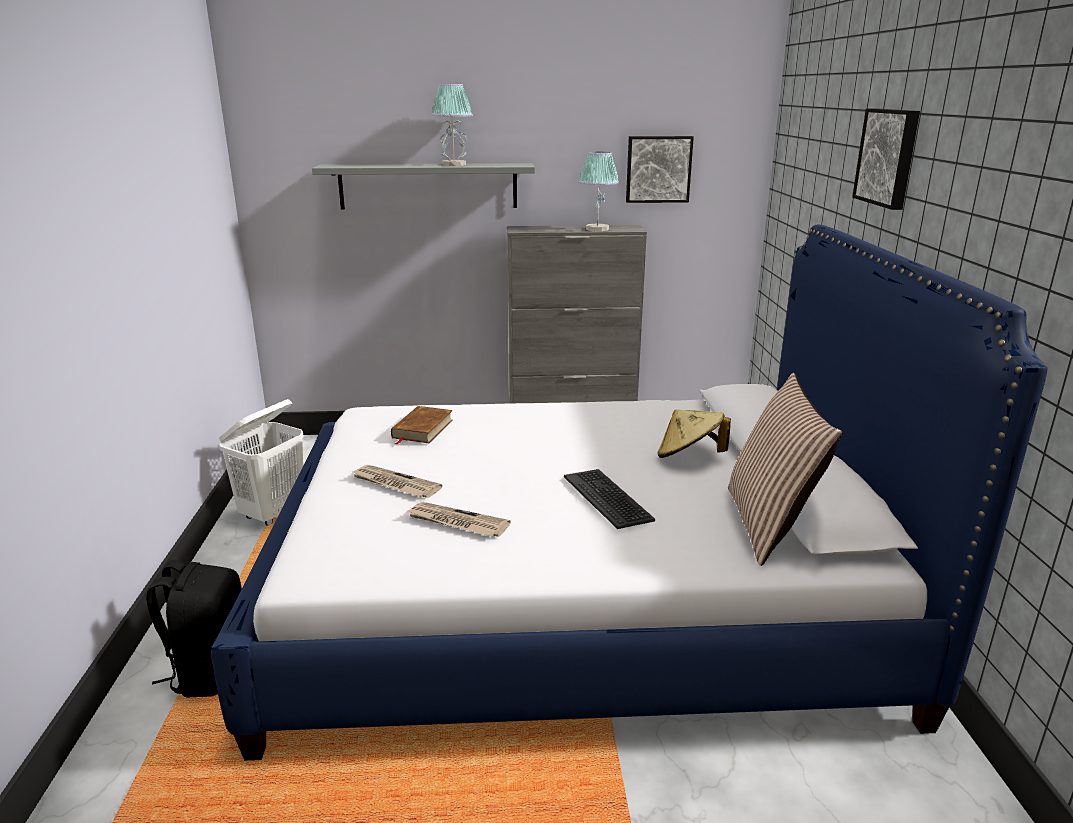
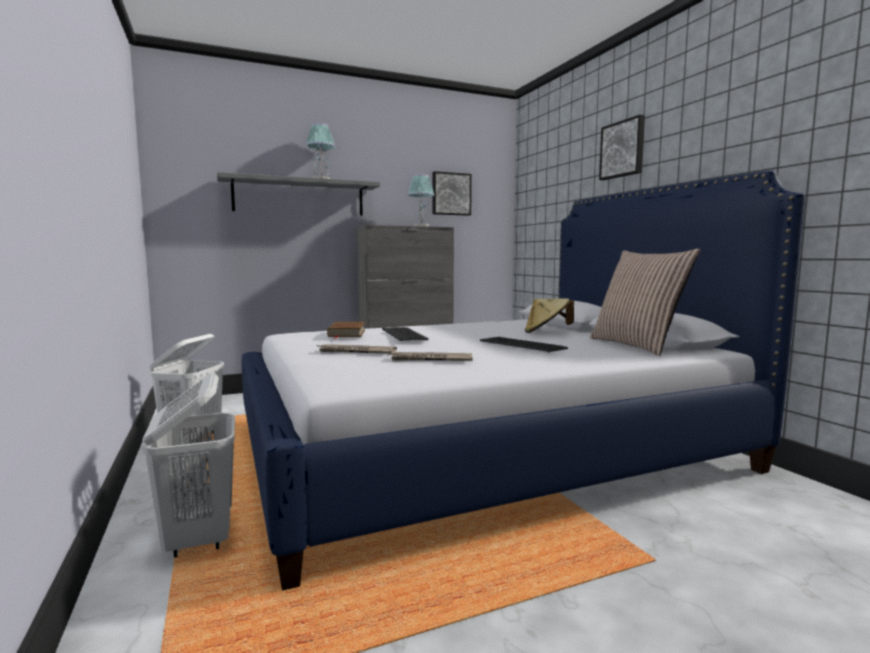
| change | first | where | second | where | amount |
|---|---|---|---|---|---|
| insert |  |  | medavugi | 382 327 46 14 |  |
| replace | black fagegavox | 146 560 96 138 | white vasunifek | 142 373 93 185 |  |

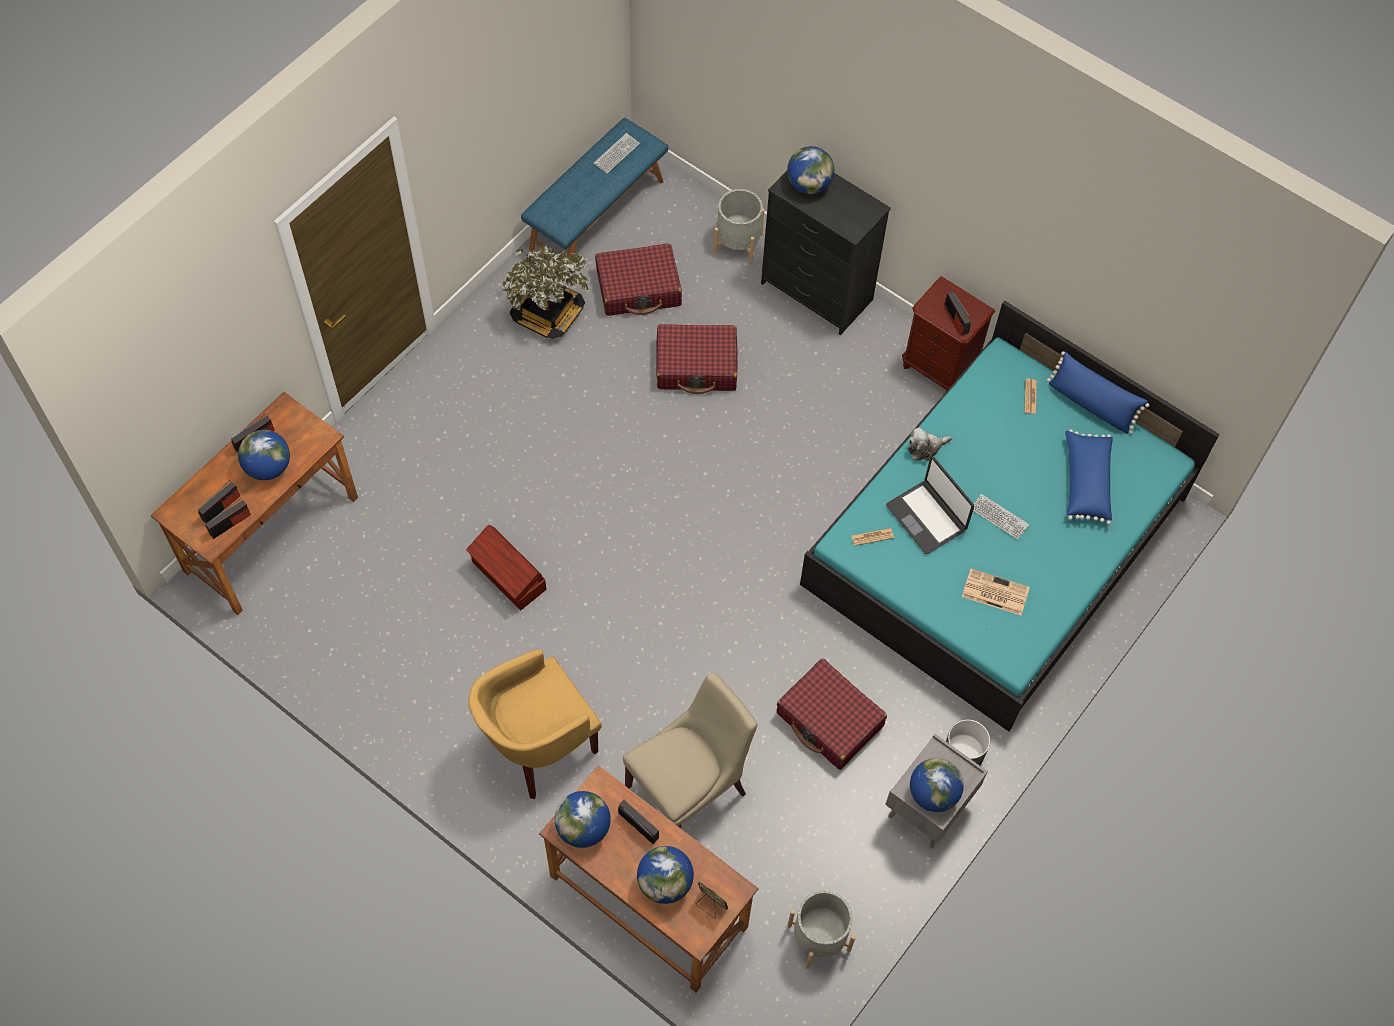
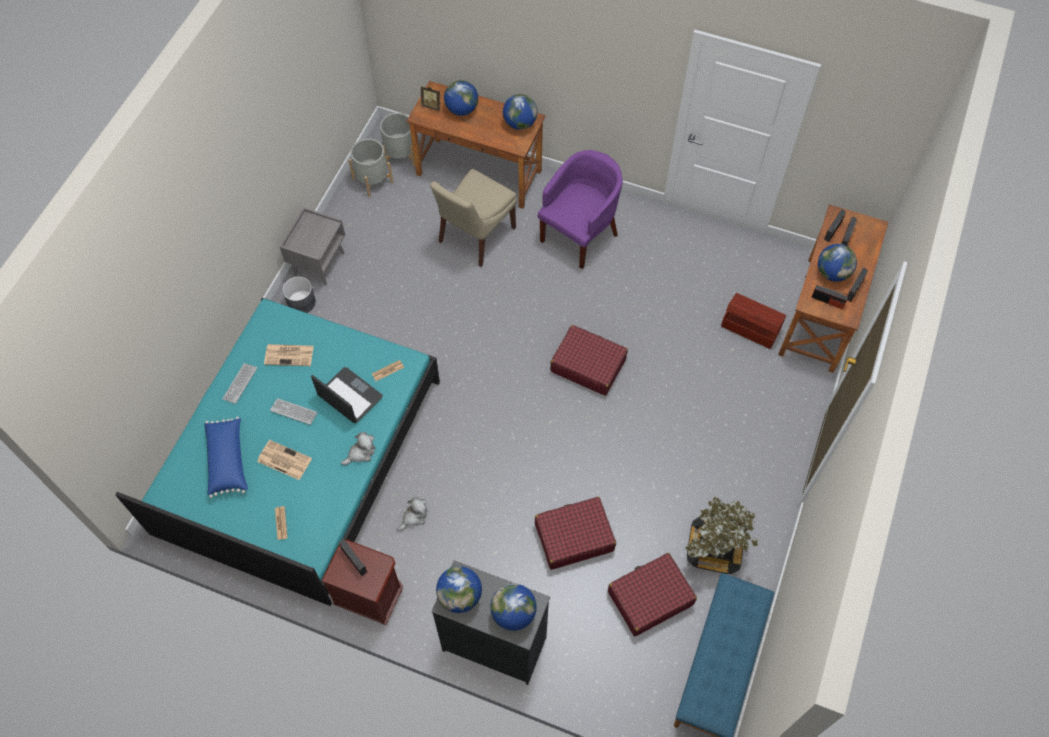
| change | first | where | second | where | amount |
|---|---|---|---|---|---|
| delete | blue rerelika | 1047 351 102 83 |  |  |  |
| insert |  |  | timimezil | 257 440 55 40 |  |
| insert |  |  | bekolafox | 397 497 30 34 |  |
| move | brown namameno | 466 525 80 85 |  | 721 293 65 56 |  |
| move | medavugi | 594 133 46 40 |  | 222 363 35 41 |  |
| move | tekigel | 618 800 41 44 |  | 811 285 37 24 |  |
| move | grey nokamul | 714 189 50 75 |  | 380 113 35 54 |  |
| move | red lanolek | 777 658 110 112 |  | 550 325 78 71 |  |
| move | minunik | 910 758 54 54 |  | 436 566 46 47 |  |
| recolor | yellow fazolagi | 468 649 134 150 | purple fazolagi | 538 150 85 119 |  |

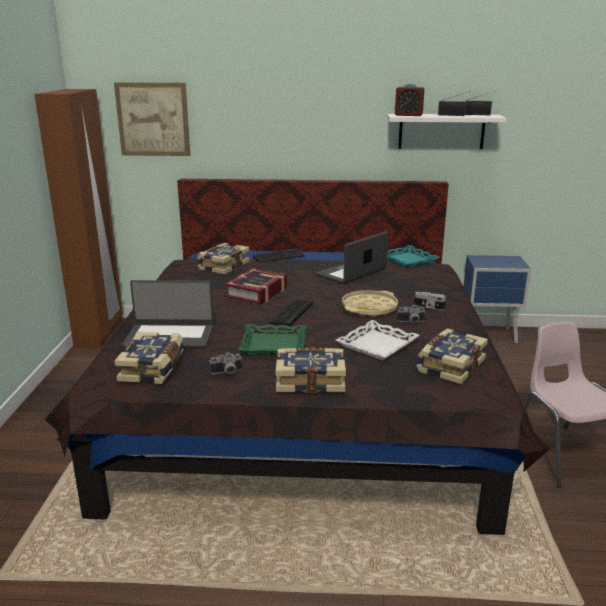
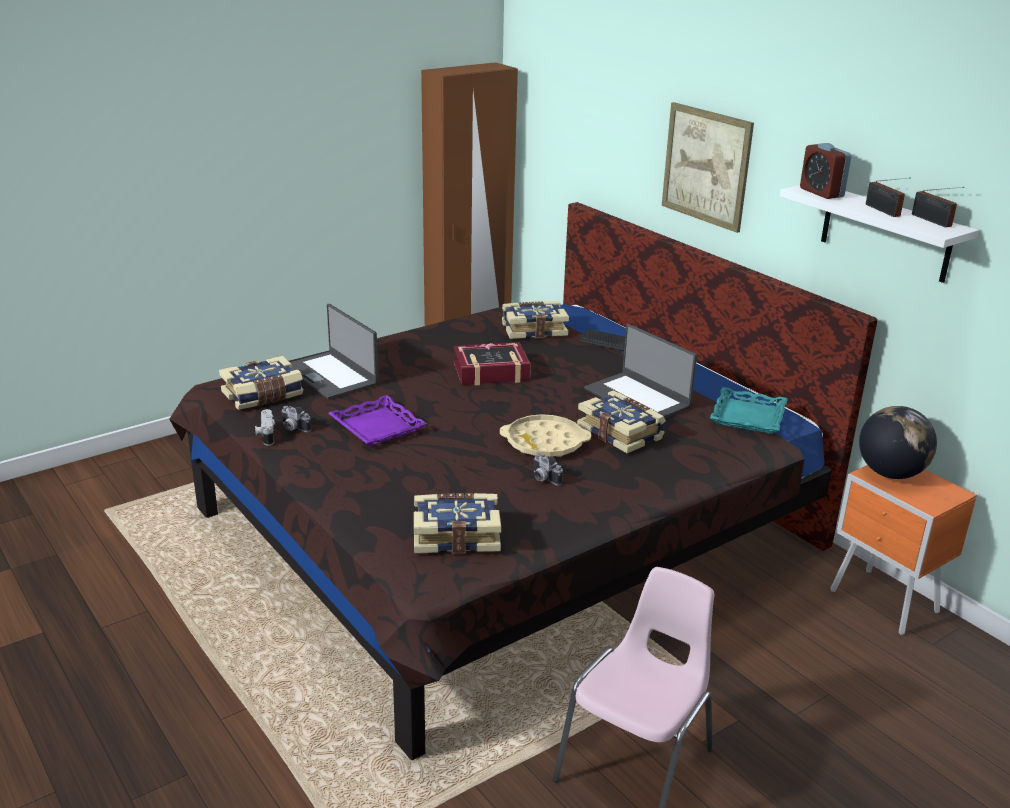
| change | first | where | second | where | amount |
|---|---|---|---|---|---|
| delete | medavugi | 269 299 44 27 |  |  |  |
| delete | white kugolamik | 336 320 84 41 |  |  |  |
| insert |  |  | minunik | 859 406 78 73 |  |
| move | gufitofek | 114 82 76 74 |  | 662 102 92 131 |  |
| move | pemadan | 276 348 70 45 |  | 577 391 89 62 |  |
| move | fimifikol | 414 292 32 18 |  | 255 409 20 37 |  |
| recolor | green kugolamik | 238 324 69 32 | purple kugolamik | 328 395 99 51 |  |
| recolor | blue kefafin | 463 255 68 89 | orange kefafin | 830 465 147 170 |  |
| rotate | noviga | 315 231 73 53 |  | 584 324 113 94 | 135 degrees counterclockwise |

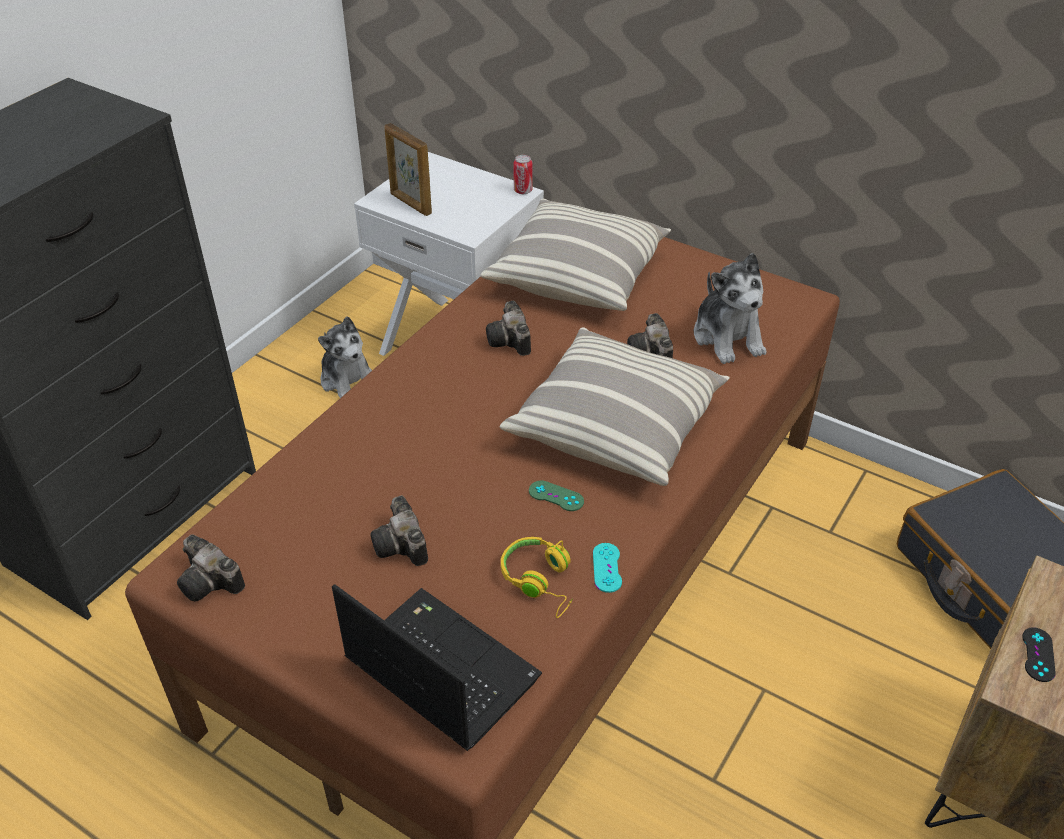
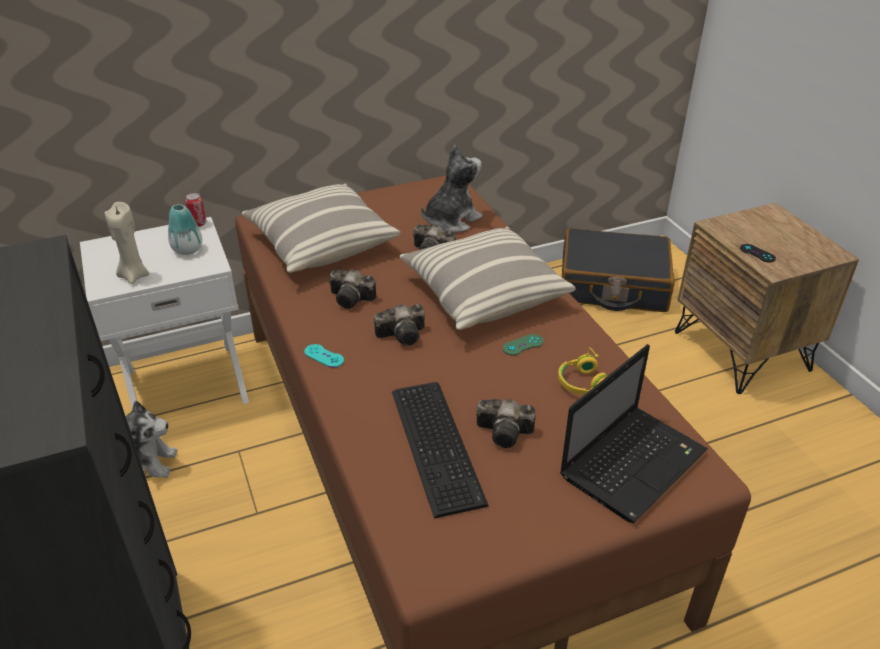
| change | first | where | second | where | amount |
|---|---|---|---|---|---|
| insert |  |  | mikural | 168 204 34 51 |  |
| insert |  |  | medavugi | 392 382 97 137 |  |
| move | fimifikol | 177 535 68 66 |  | 374 304 51 42 |  |
| move | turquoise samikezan | 593 543 29 50 |  | 304 344 40 24 |  |
| replace | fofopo | 384 123 48 93 | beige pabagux | 105 202 44 82 |  |
| rotate | noviga | 332 584 210 167 |  | 560 344 148 179 | 150 degrees clockwise |
| rotate | bekolafox | 694 253 72 111 |  | 421 145 61 88 | 60 degrees counterclockwise |

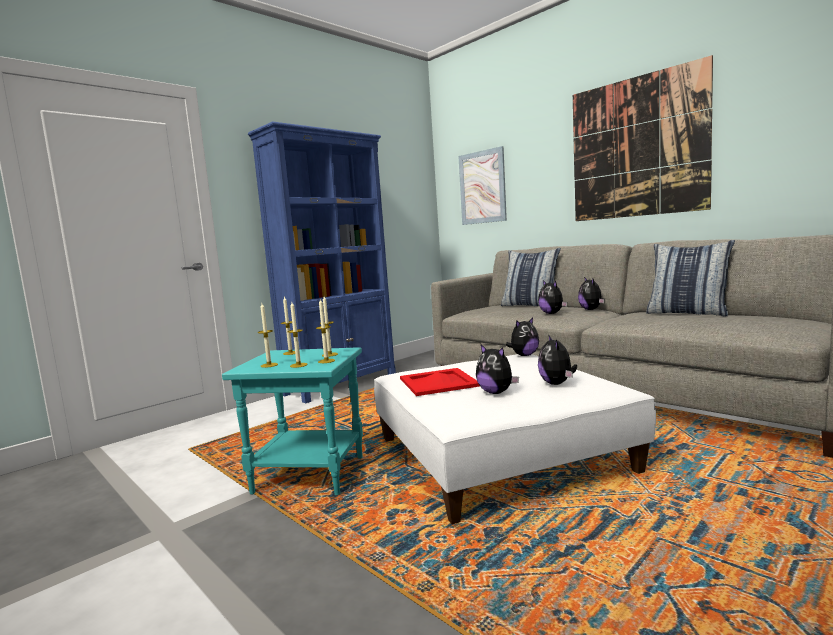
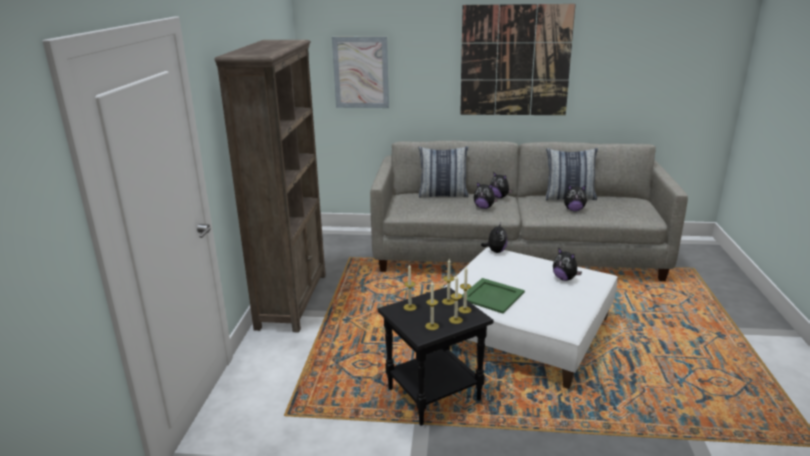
| change | first | where | second | where | amount |
|---|---|---|---|---|---|
| move | bekolafox | 476 345 43 49 |  | 564 185 23 26 |  |
| recolor | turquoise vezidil | 222 347 141 148 | black vezidil | 378 287 115 139 |  |
| recolor | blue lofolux | 248 121 148 282 | brown lofolux | 215 40 111 292 |  |
| recolor | red kugolamik | 400 368 80 28 | green kugolamik | 462 278 63 36 |  |

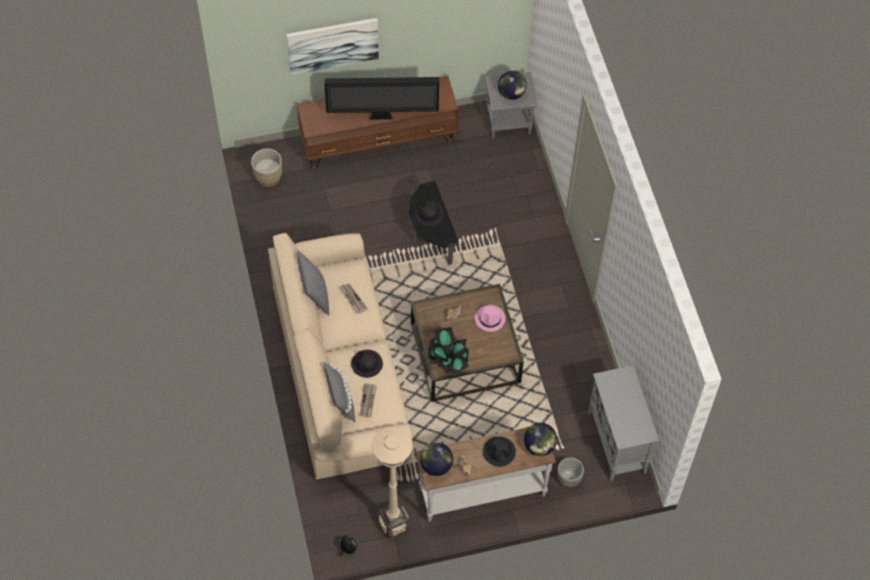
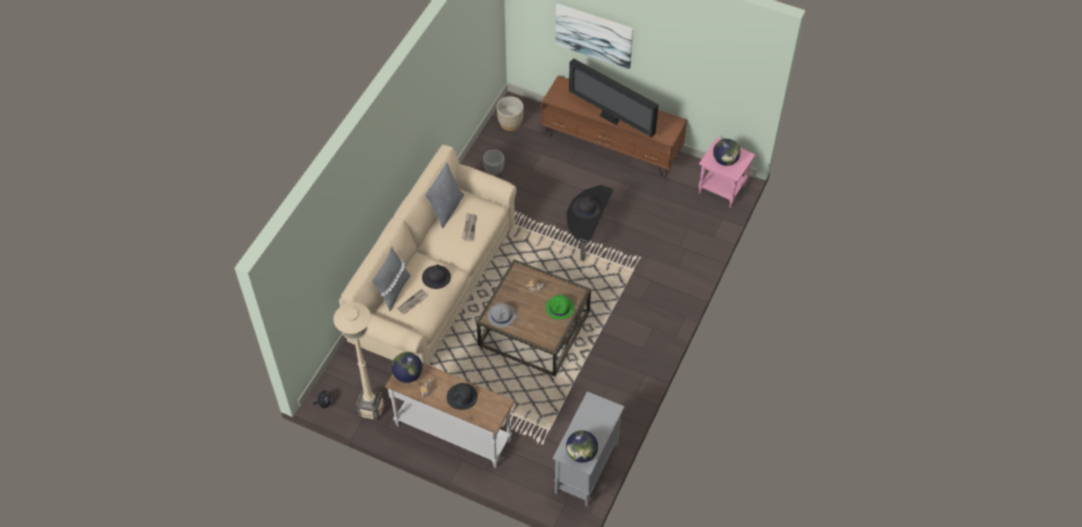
| change | first | where | second | where | amount |
|---|---|---|---|---|---|
| move | minunik | 524 423 33 33 |  | 566 430 32 33 |  |
| move | nokamul | 557 457 27 30 |  | 483 150 21 25 |  |
| replace | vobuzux | 428 327 41 49 | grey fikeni | 487 303 29 25 |  |
| recolor | pink fikeni | 475 305 31 27 | green fikeni | 546 295 28 25 |  |
| recolor | grey vezidil | 485 72 53 66 | pink vezidil | 698 138 57 70 |  |

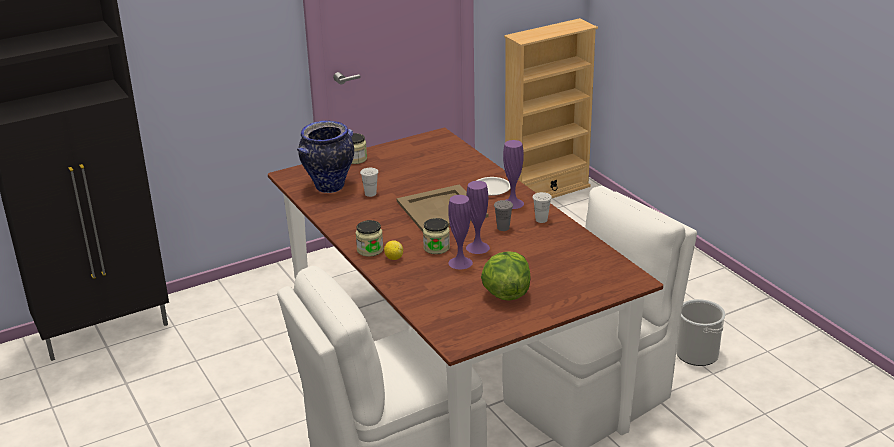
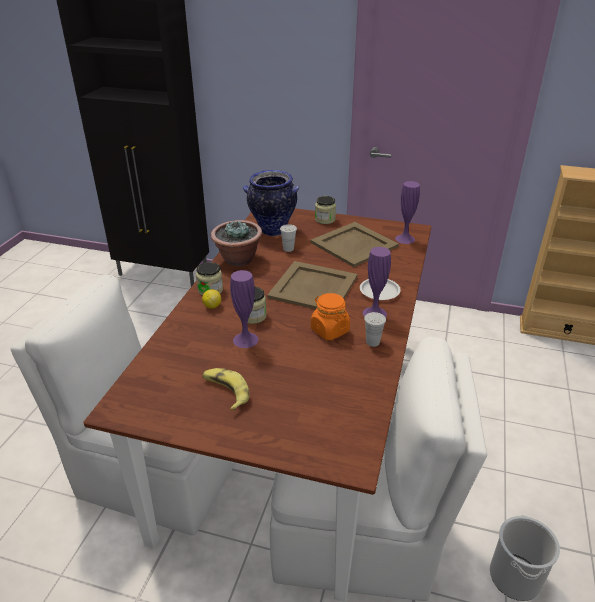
| change | first | where | second | where | amount |
|---|---|---|---|---|---|
| insert |  |  | vobuzux | 211 220 51 46 |  |
| insert |  |  | beige kugolamik | 310 222 89 45 |  |
| move | purple mikural | 466 181 24 73 |  | 395 181 25 63 |  |
| replace | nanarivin | 481 251 50 50 | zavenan | 202 368 47 43 |  |
| replace | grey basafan | 494 200 19 31 | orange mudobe | 311 293 39 47 |  |

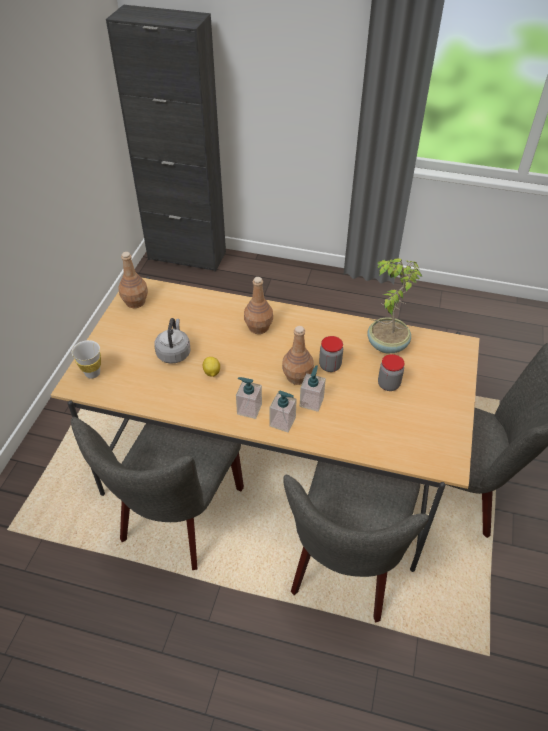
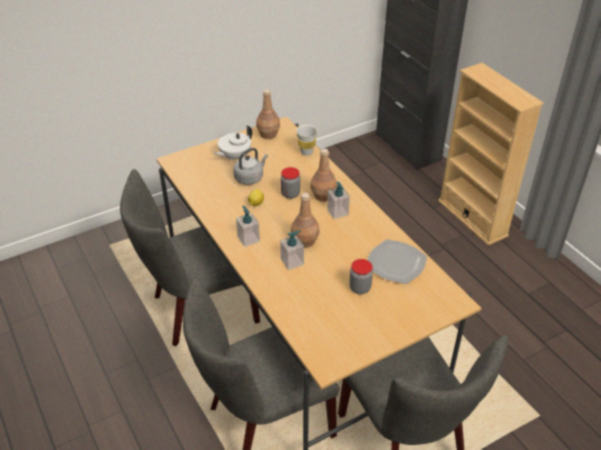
| change | first | where | second | where | amount |
|---|---|---|---|---|---|
| insert |  |  | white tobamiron | 214 125 38 36 |  |
| insert |  |  | beige lofolux | 438 63 106 183 |  |
| move | white basafan | 72 340 29 38 |  | 296 125 22 31 |  |
| move | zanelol | 269 391 28 41 |  | 327 182 23 37 |  |
| move | mudobe | 319 336 24 36 |  | 281 167 19 32 |  |
| replace | vobuzux | 367 258 56 96 | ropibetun | 367 239 60 45 |  |

